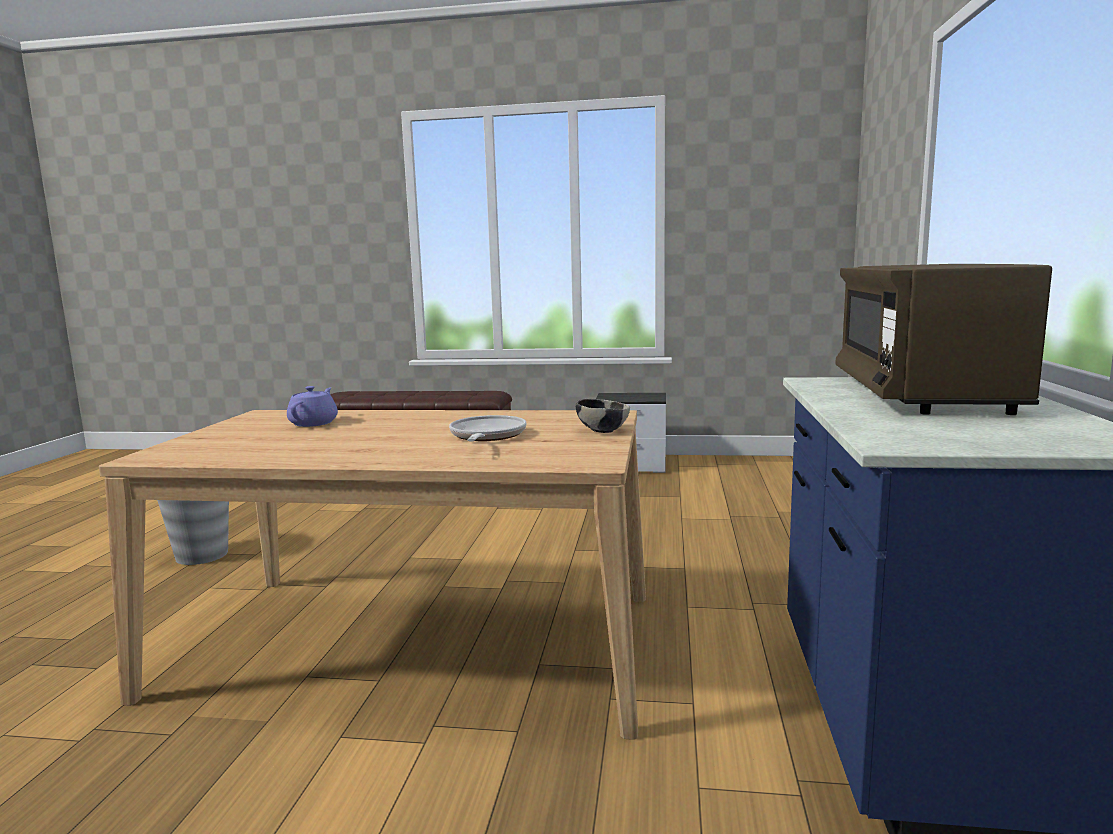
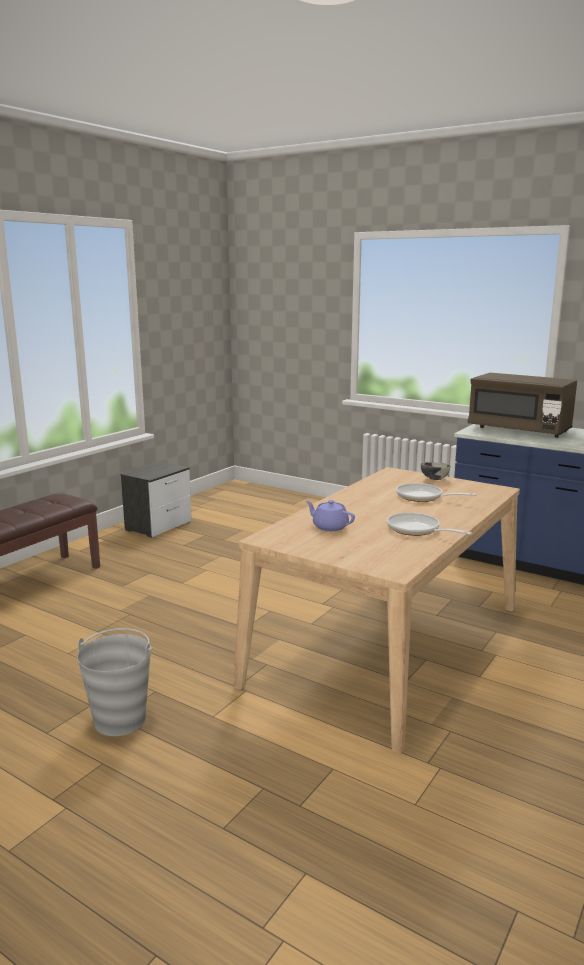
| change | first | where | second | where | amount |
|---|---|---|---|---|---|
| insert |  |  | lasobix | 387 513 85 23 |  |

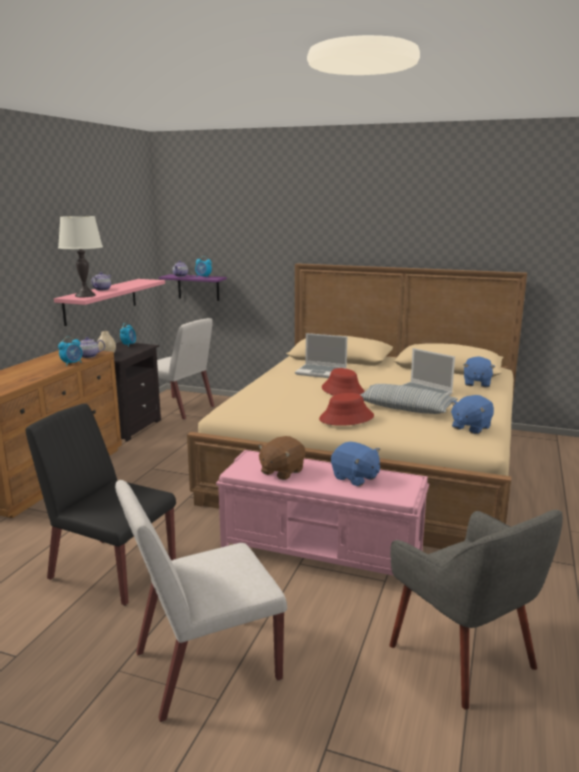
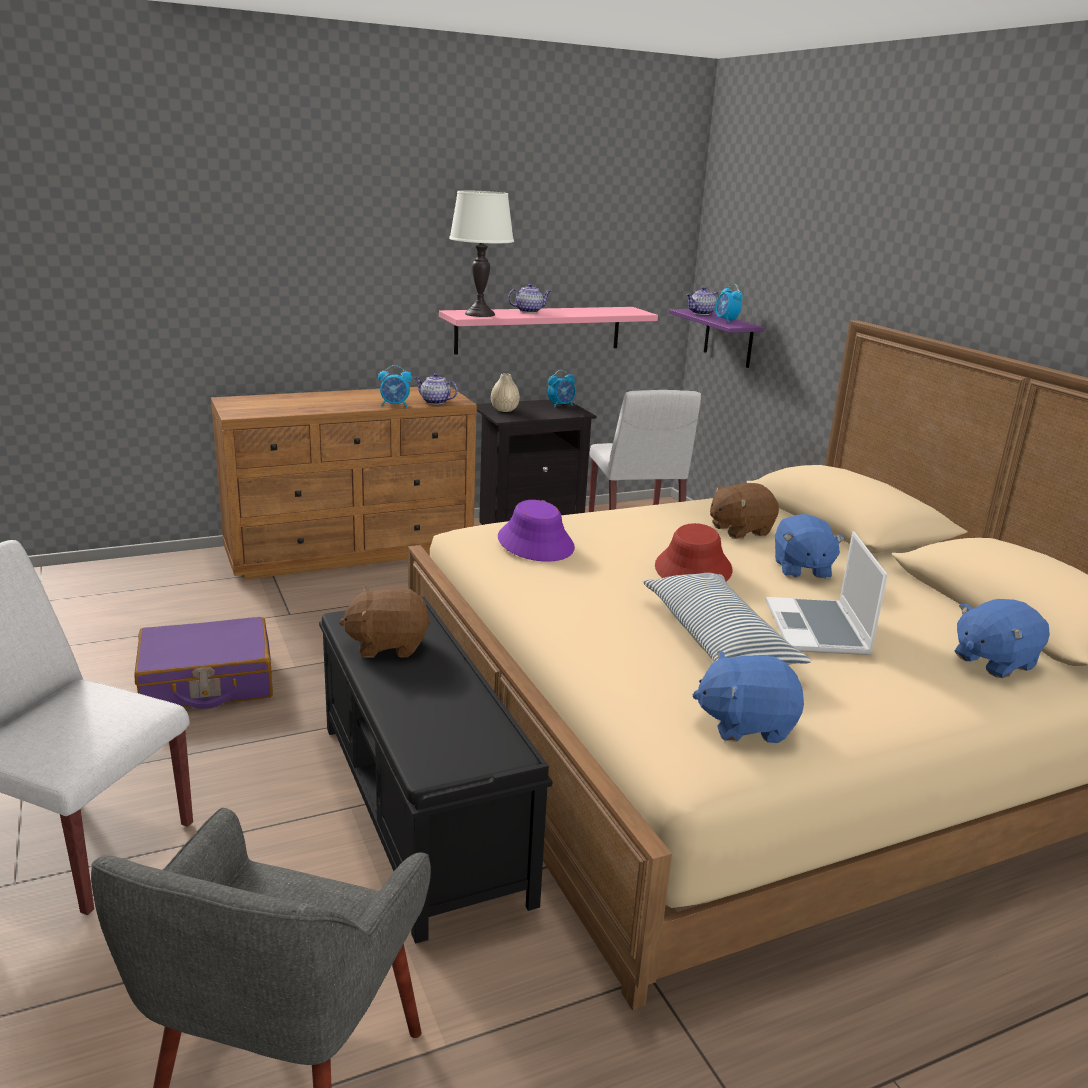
| change | first | where | second | where | amount |
|---|---|---|---|---|---|
| delete | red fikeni | 319 393 55 33 |  |  |  |
| insert |  |  | purple fikeni | 498 500 77 62 |  |
| move | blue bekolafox | 331 442 49 44 |  | 775 514 70 65 |  |
| replace | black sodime | 26 404 150 202 | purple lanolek | 134 617 139 92 |  |
| replace | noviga | 295 333 52 45 | brown bekolafox | 710 483 69 56 |  |
| recolor | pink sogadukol | 216 450 213 126 | black sogadukol | 319 597 233 347 |  |

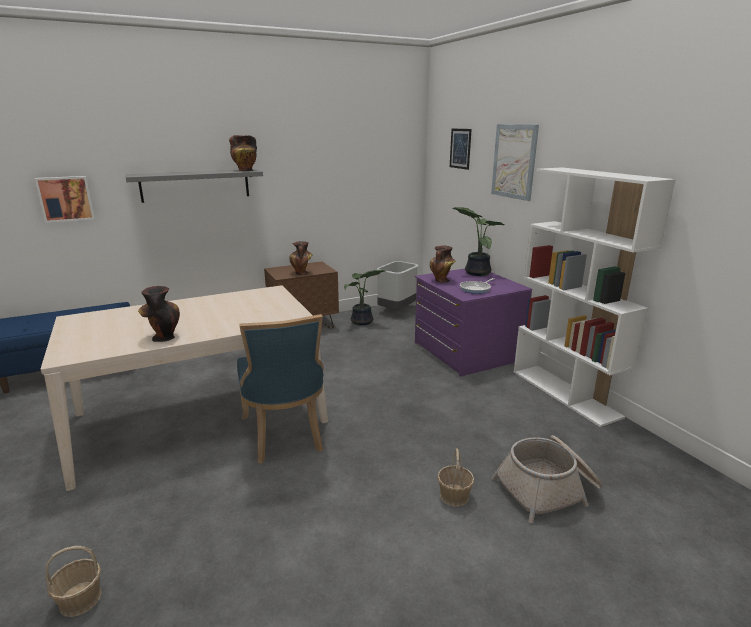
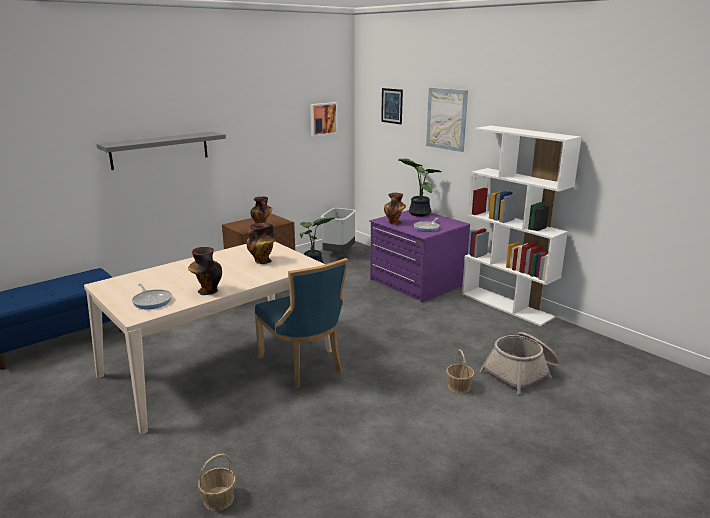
| change | first | where | second | where | amount |
|---|---|---|---|---|---|
| insert |  |  | lasobix | 132 283 40 26 |  |
| move | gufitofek | 35 176 60 47 |  | 310 102 28 35 |  |
| move | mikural | 229 135 28 36 |  | 246 223 29 41 |  |

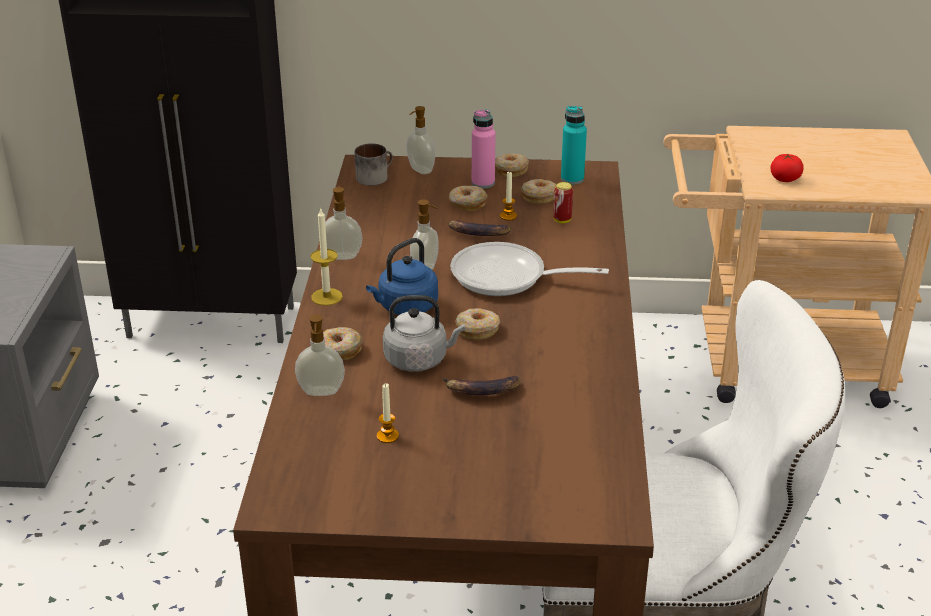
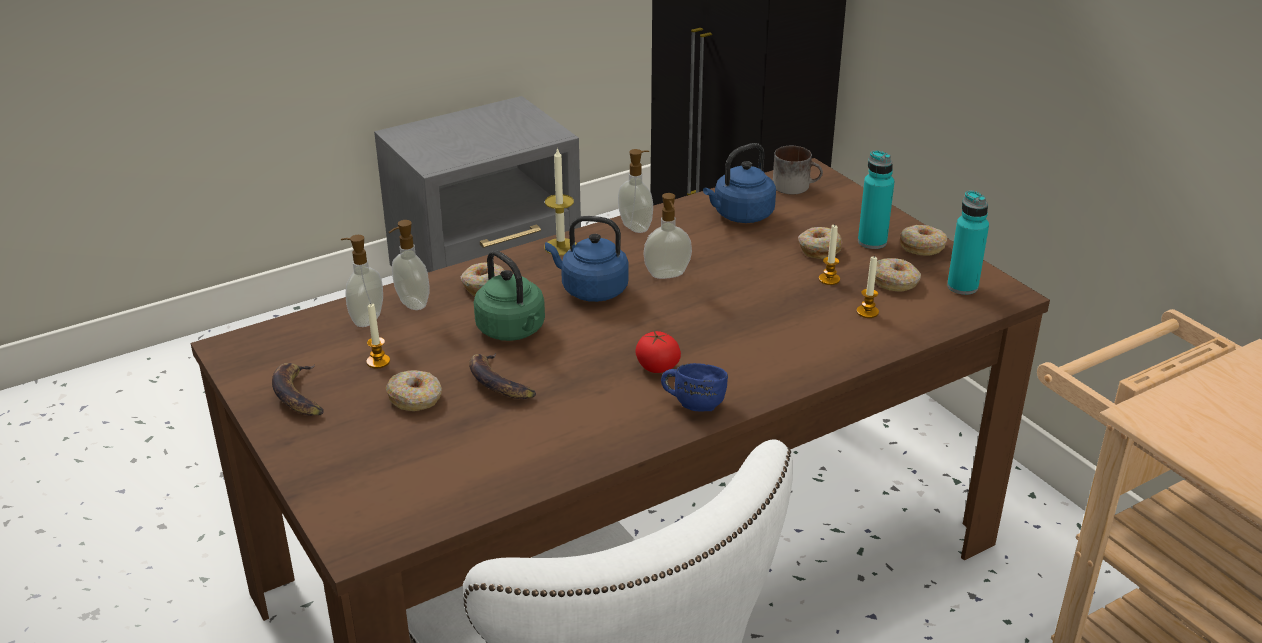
| change | first | where | second | where | amount |
|---|---|---|---|---|---|
| delete | lasobix | 450 242 159 54 |  |  |  |
| insert |  |  | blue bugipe | 661 363 67 48 |  |
| insert |  |  | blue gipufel | 703 143 73 80 |  |
| move | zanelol | 407 106 28 68 |  | 341 235 42 92 |  |
| move | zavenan | 448 220 63 16 |  | 272 363 52 53 |  |
| move | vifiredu | 455 308 45 32 |  | 386 370 56 41 |  |
| move | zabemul | 770 153 34 29 |  | 635 331 46 42 |  |
| replace | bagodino | 553 182 20 41 | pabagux | 857 256 22 62 |  |
| recolor | grey gipufel | 383 295 82 77 | green gipufel | 474 250 71 91 |  |
| recolor | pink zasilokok | 472 109 24 80 | turquoise zasilokok | 858 150 37 99 |  |

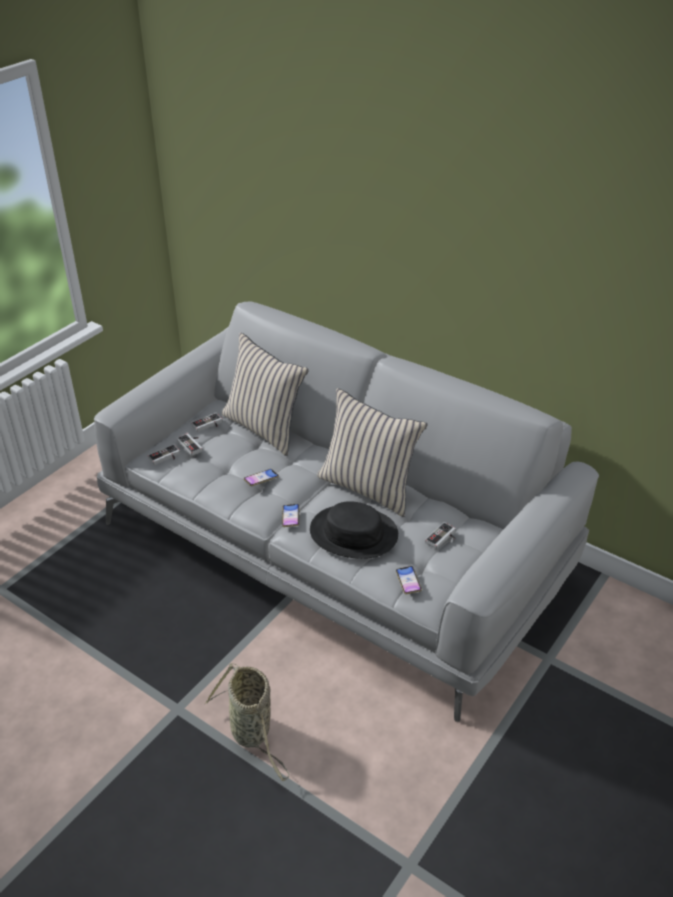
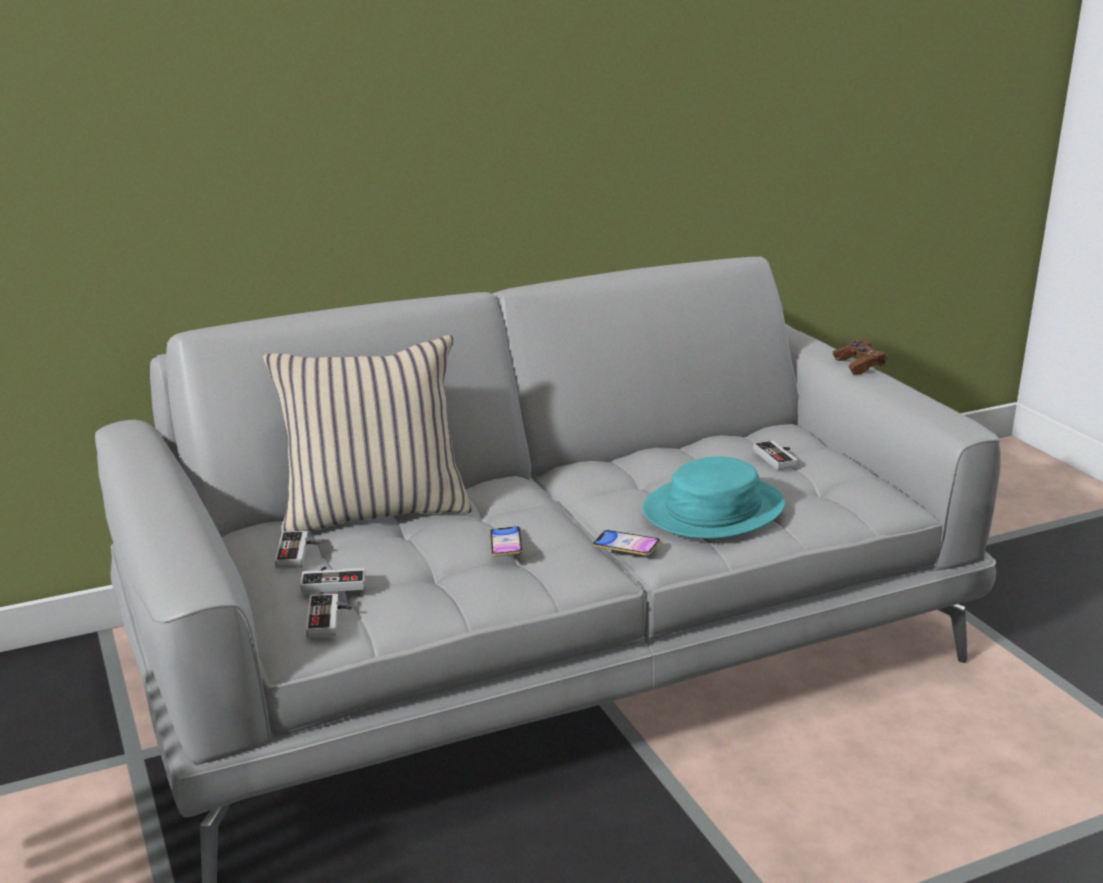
| change | first | where | second | where | amount |
|---|---|---|---|---|---|
| delete | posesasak | 205 664 84 117 |  |  |  |
| delete | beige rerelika | 317 388 111 129 |  |  |  |
| delete | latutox | 396 566 26 28 |  |  |  |
| insert |  |  | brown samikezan | 833 339 54 35 |  |
| recolor | black fikeni | 310 501 88 58 | turquoise fikeni | 643 456 142 83 |  |

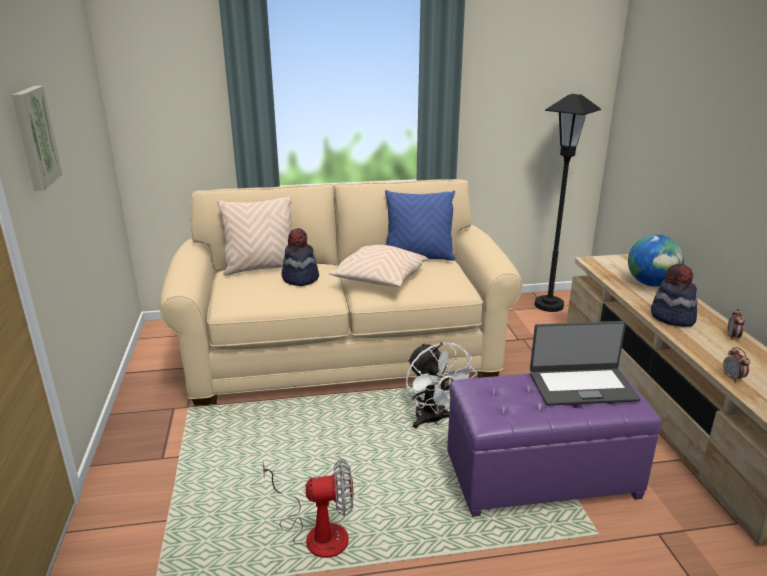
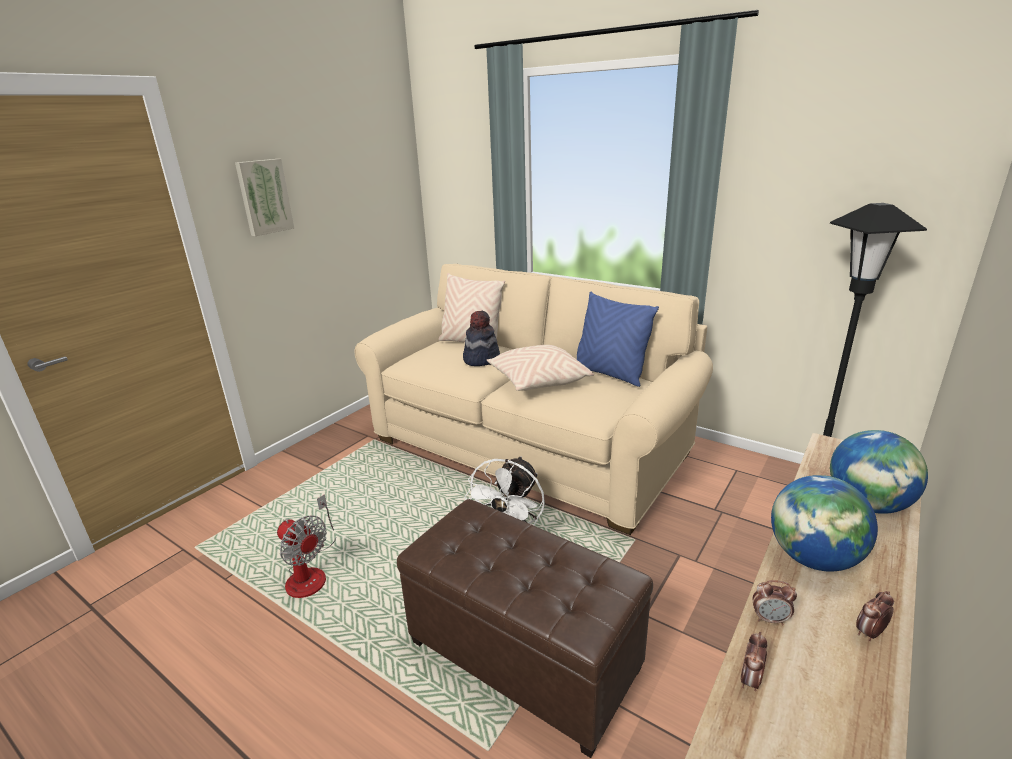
| change | first | where | second | where | amount |
|---|---|---|---|---|---|
| delete | noviga | 530 321 111 85 |  |  |  |
| insert |  |  | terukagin | 753 580 44 45 |  |
| replace | fikeni | 651 264 46 63 | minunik | 771 475 107 97 |  |
| recolor | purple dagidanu | 447 374 215 143 | brown dagidanu | 397 499 256 259 |  |

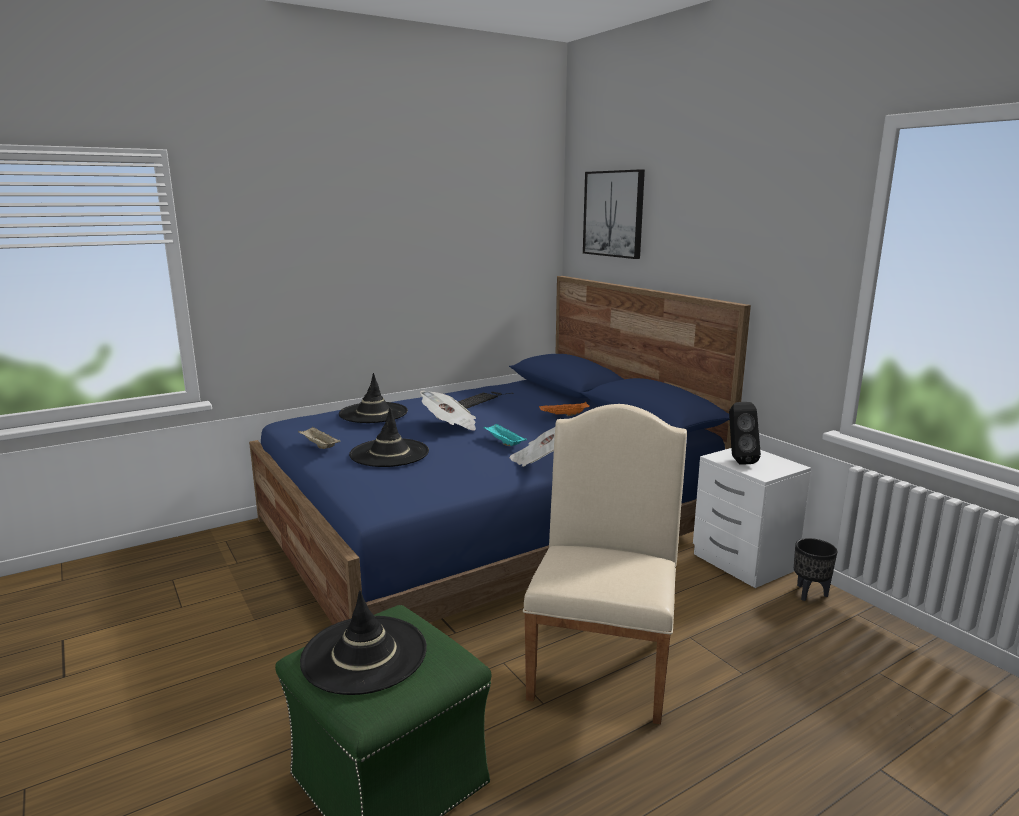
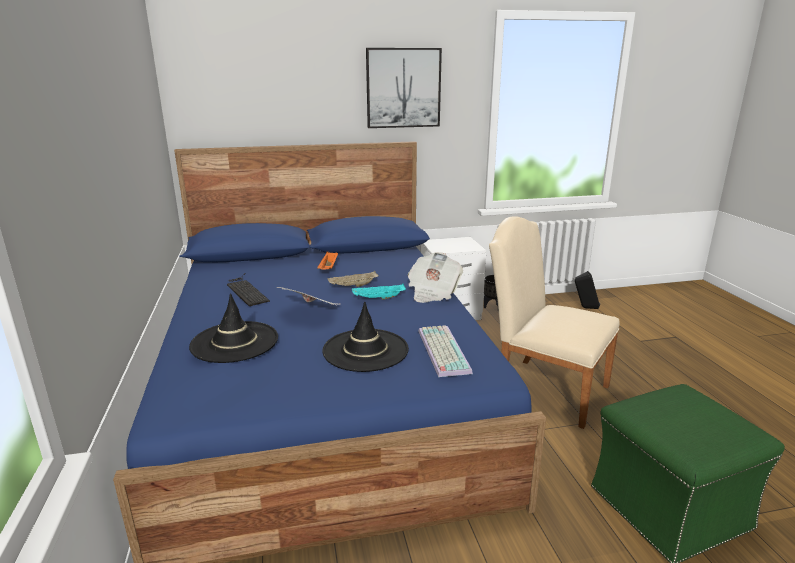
| change | first | where | second | where | amount |
|---|---|---|---|---|---|
| delete | black fikeni | 300 590 127 105 |  |  |  |
| insert |  |  | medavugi | 418 325 55 52 |  |
| move | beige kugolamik | 298 427 43 22 |  | 328 271 51 16 |  |
| move | gufitofek | 583 169 62 90 |  | 366 48 76 80 |  |
| move | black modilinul | 729 402 32 63 |  | 575 271 25 38 |  |

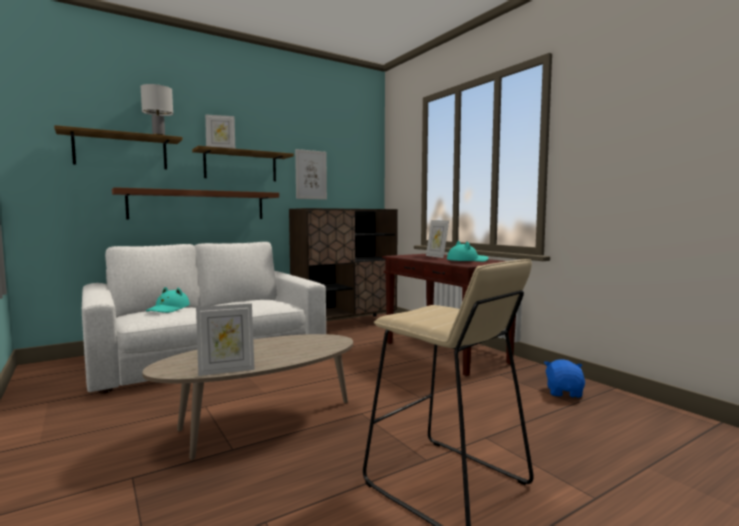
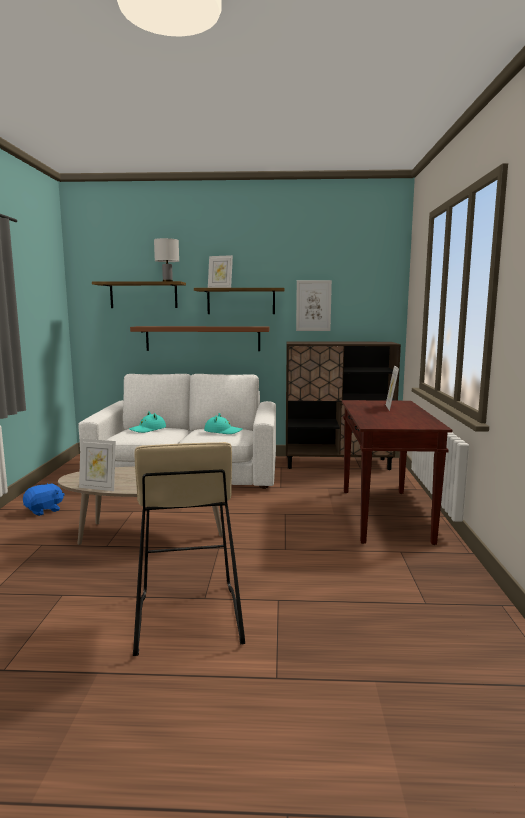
| change | first | where | second | where | amount |
|---|---|---|---|---|---|
| move | turquoise fikeni | 447 241 42 21 |  | 204 413 38 21 |  |
| move | blue bekolafox | 544 359 41 39 |  | 23 483 42 33 |  |

